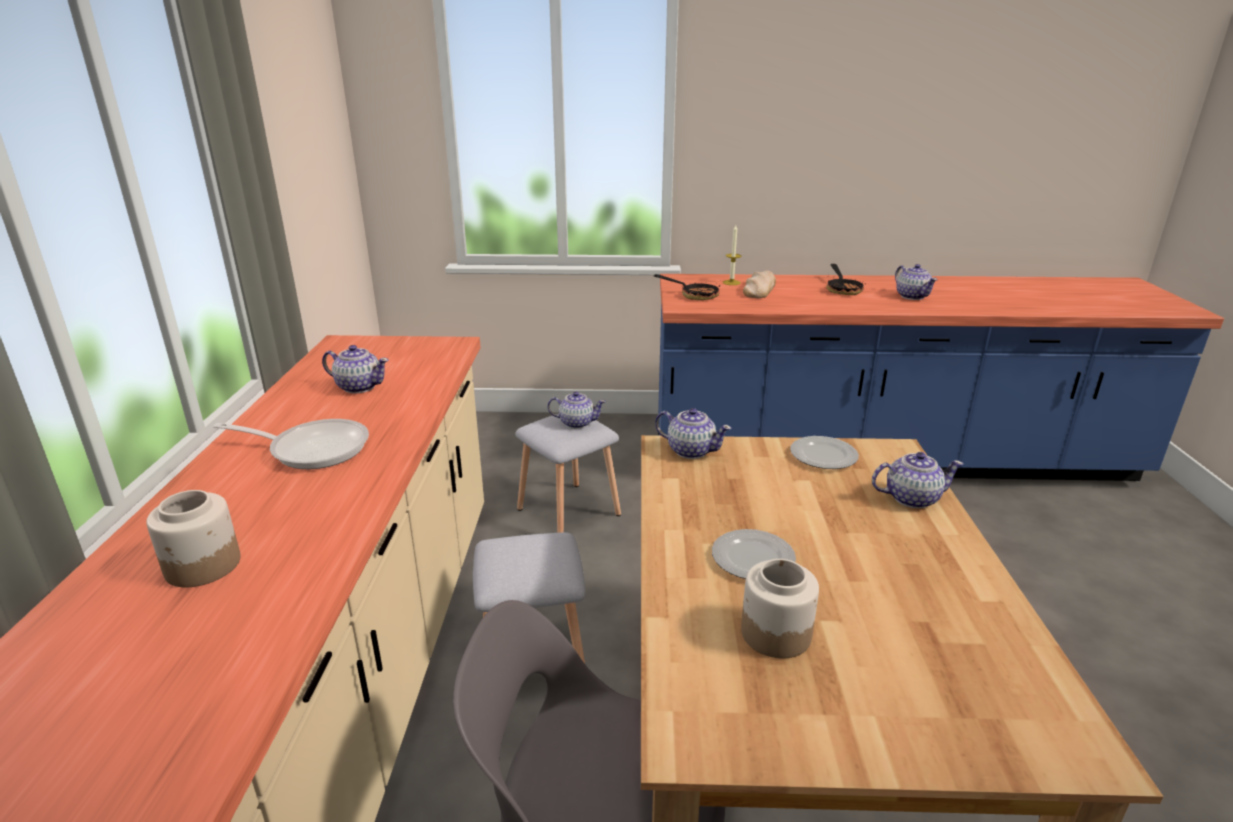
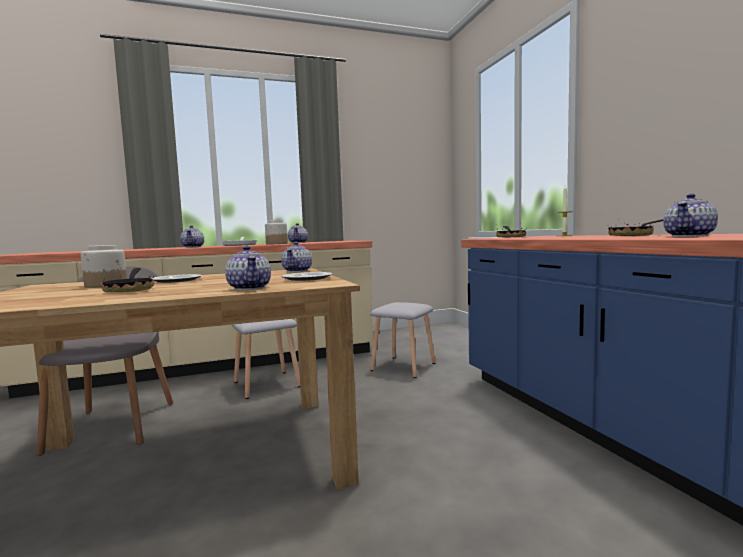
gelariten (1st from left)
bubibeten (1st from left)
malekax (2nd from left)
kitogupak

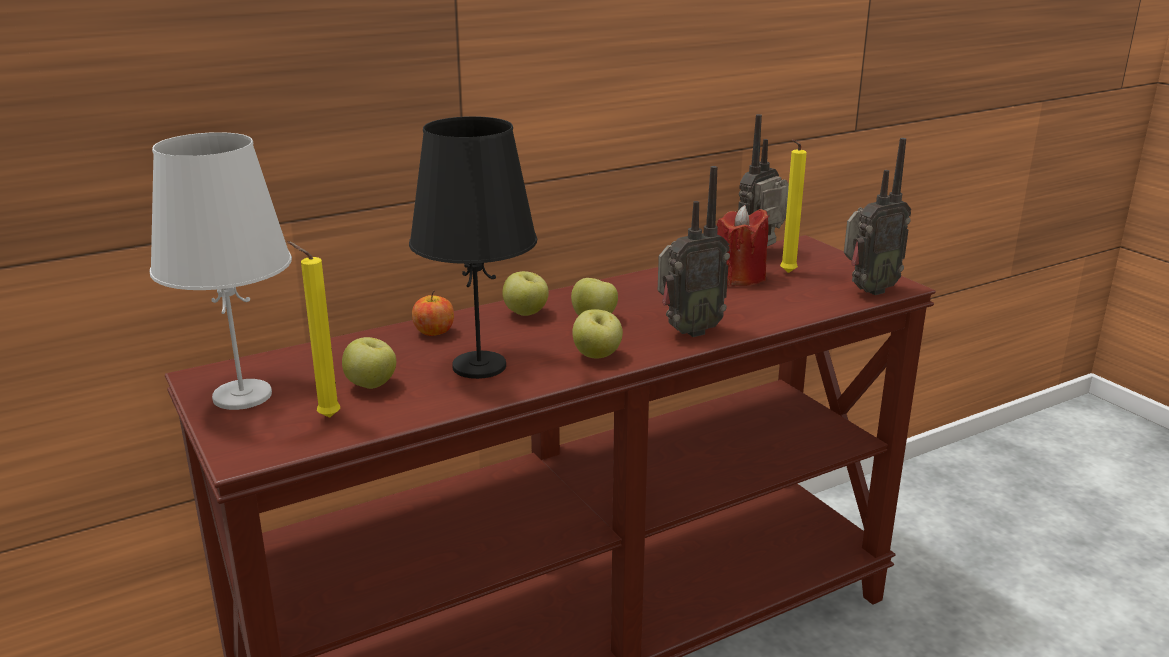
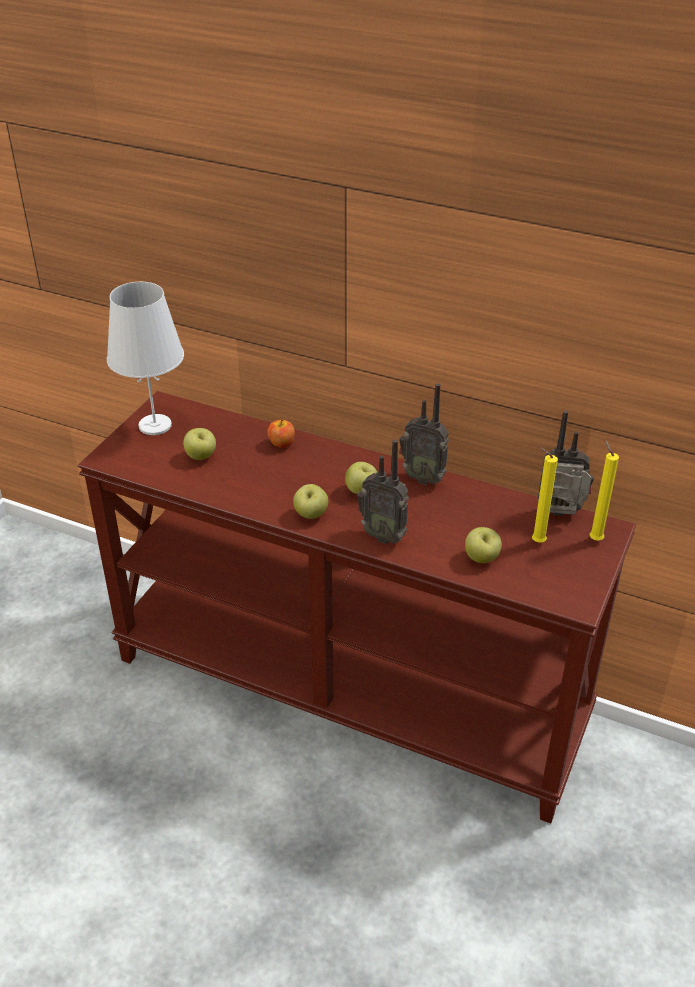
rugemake (2nd from left)
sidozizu (5th from left)
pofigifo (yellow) (2nd from left)
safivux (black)
pofigifo (red)

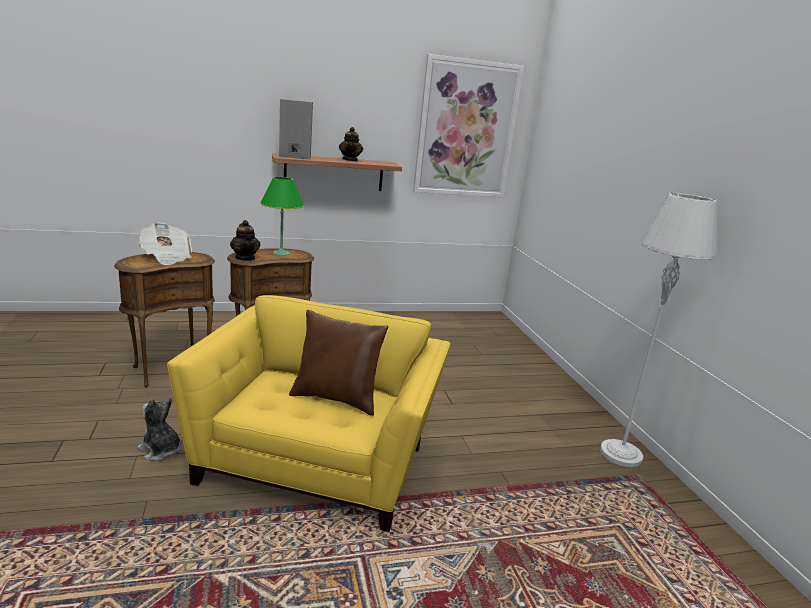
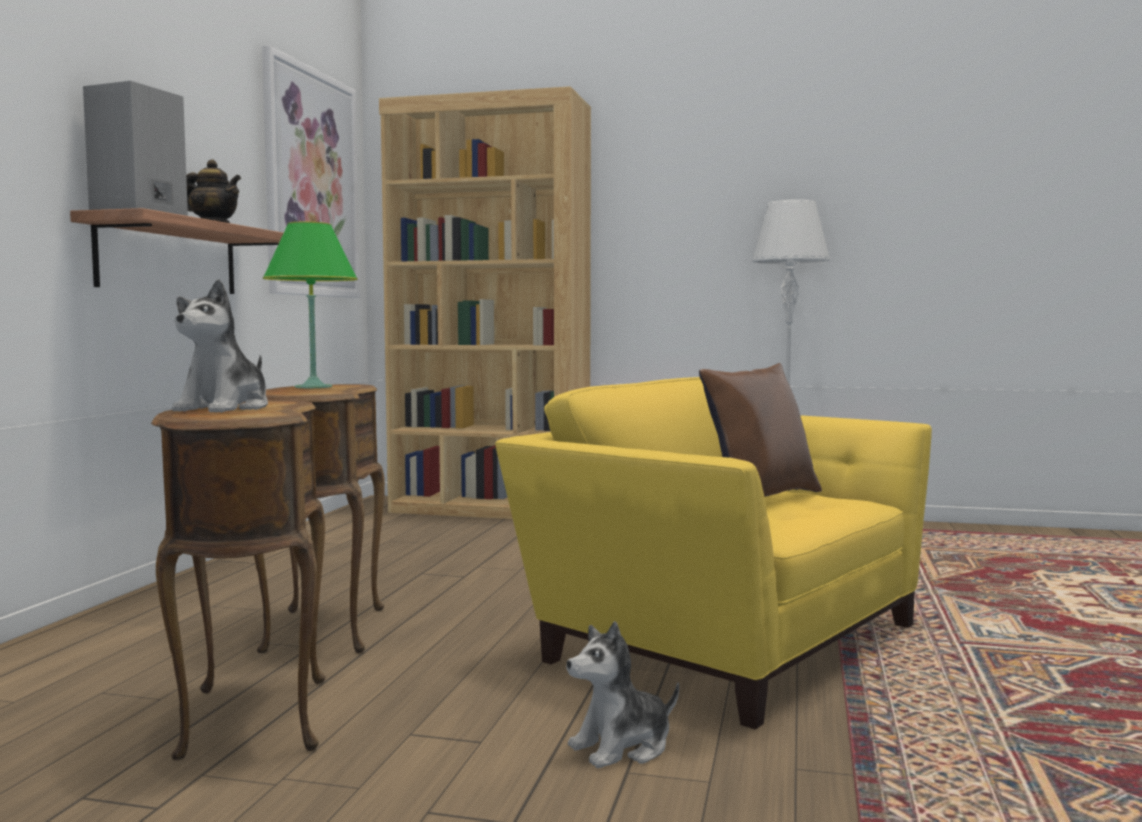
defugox (1st from left)
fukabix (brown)
bubibeten (1st from left in the first image)

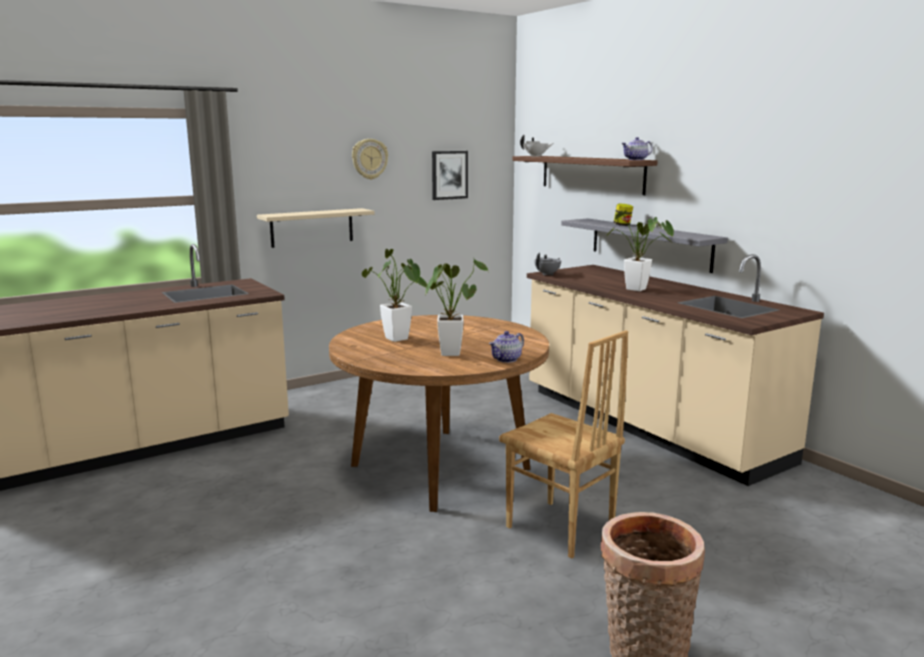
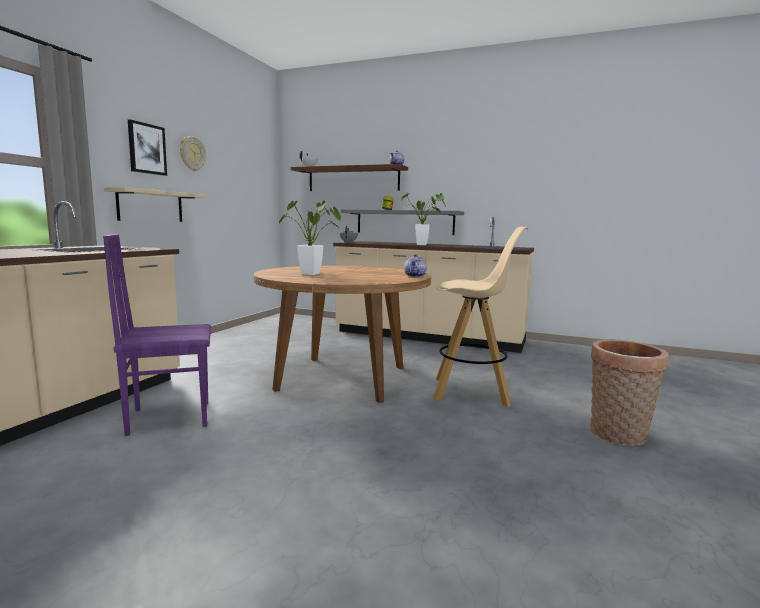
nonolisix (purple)
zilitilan
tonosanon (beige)
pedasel (2nd from left in the first image)

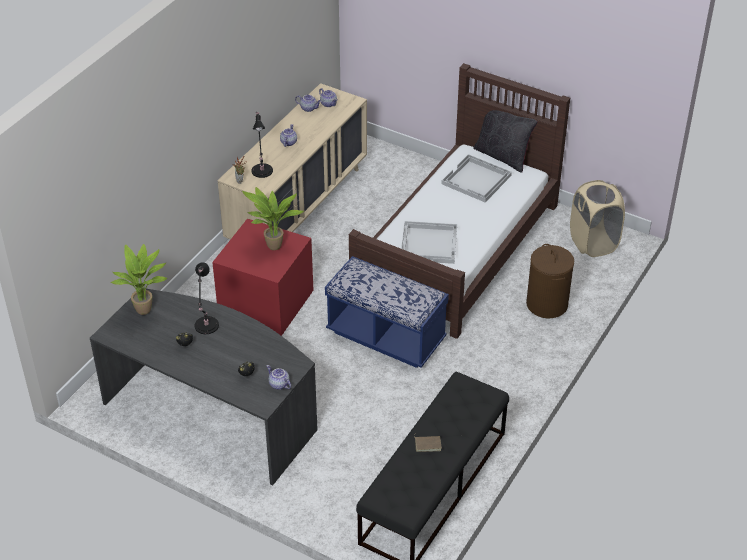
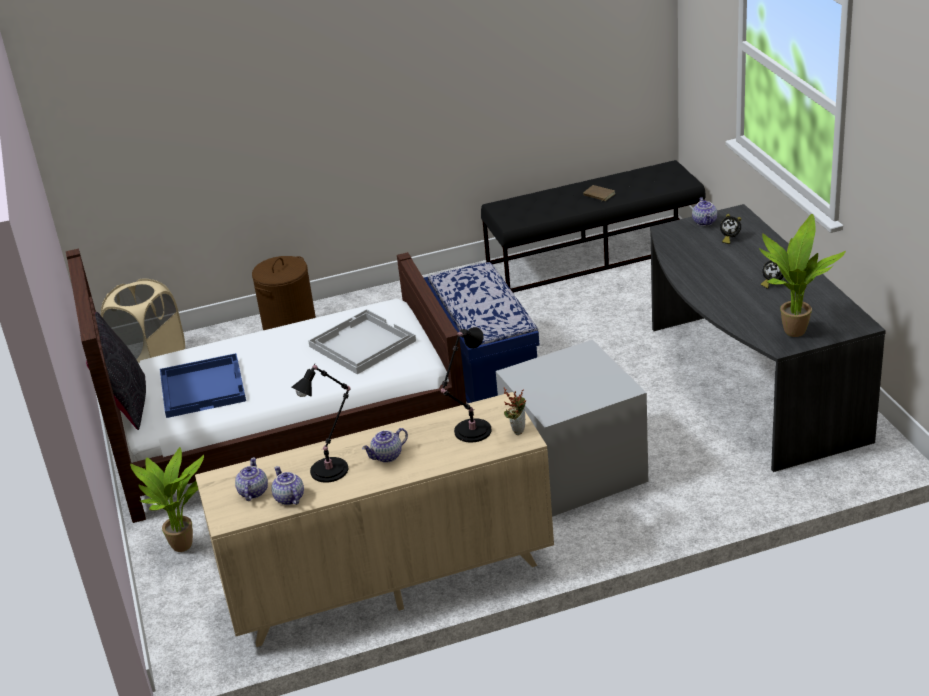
pedasel (1st from left)
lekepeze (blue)
safivux (black) (1st from left)
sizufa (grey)

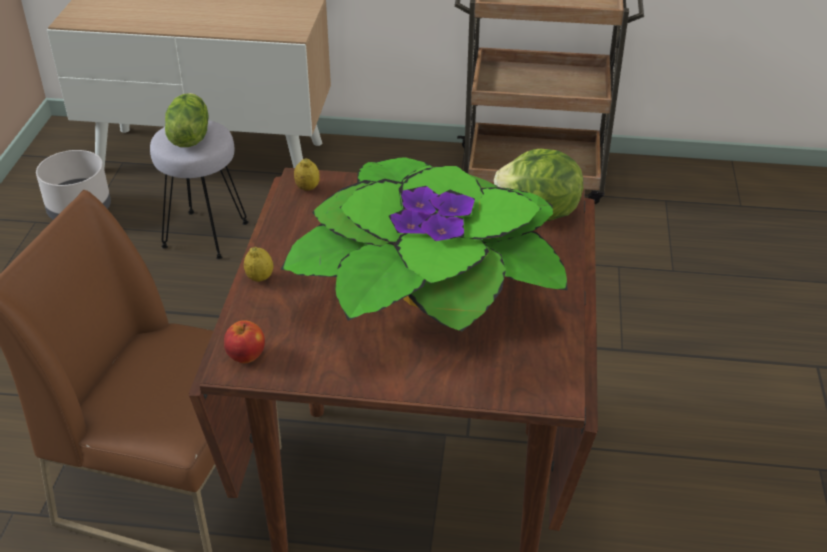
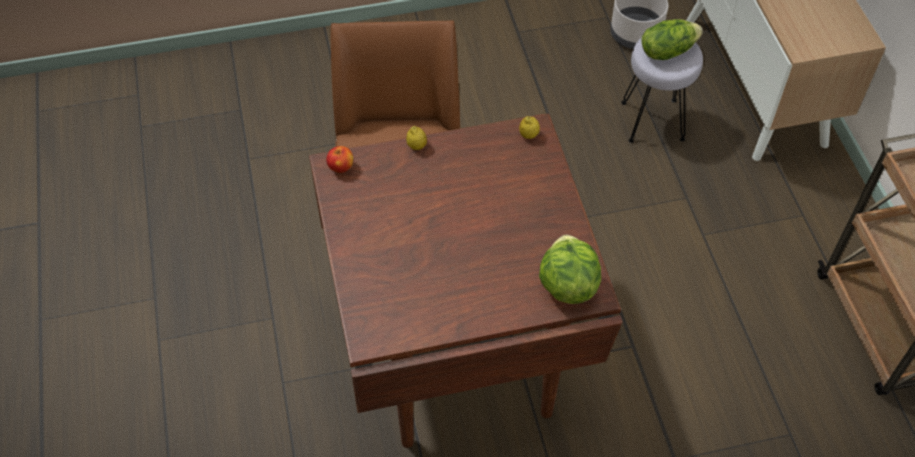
pedasel

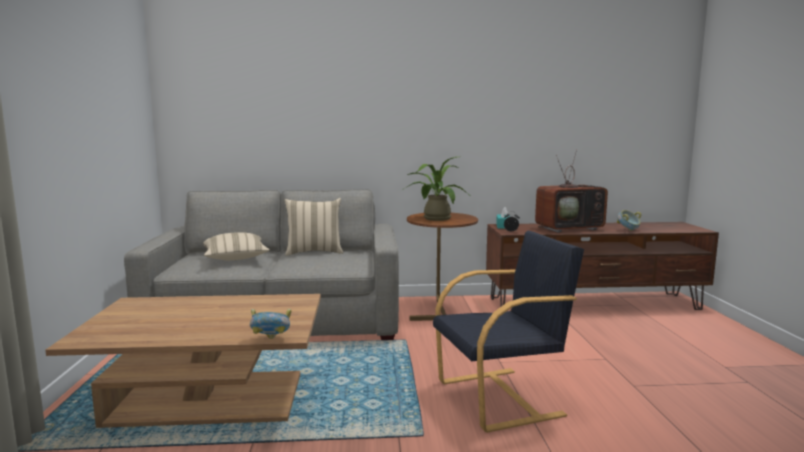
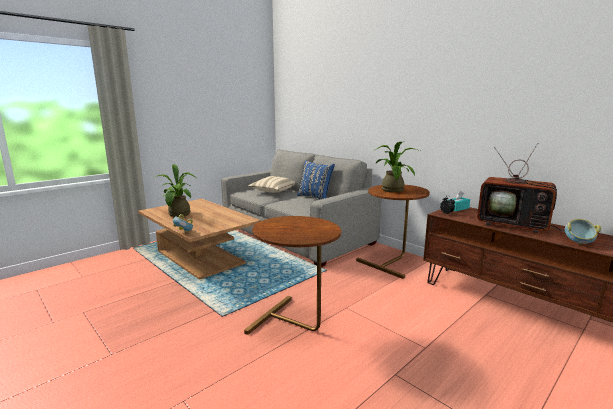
pedasel (1st from left)
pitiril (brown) (1st from left)
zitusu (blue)

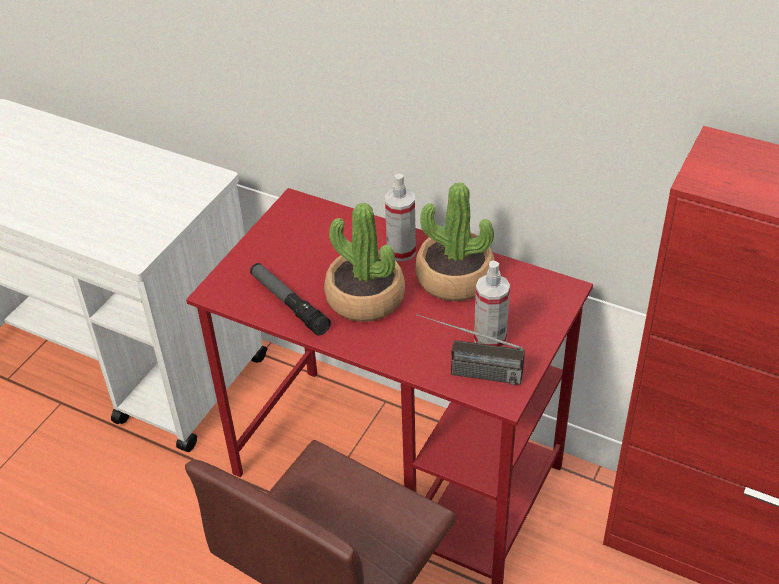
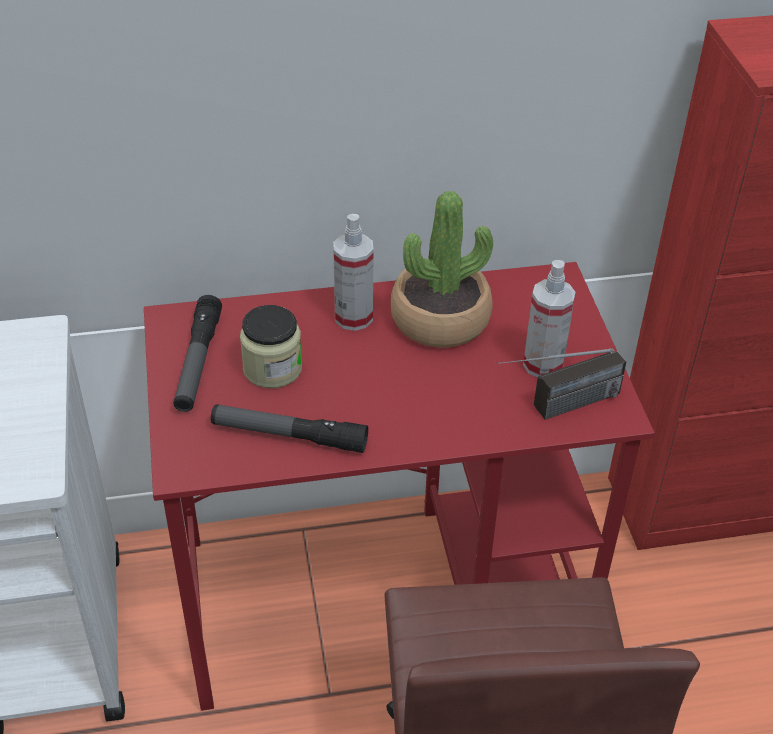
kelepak (1st from left)
malekax
pedasel (1st from left in the first image)

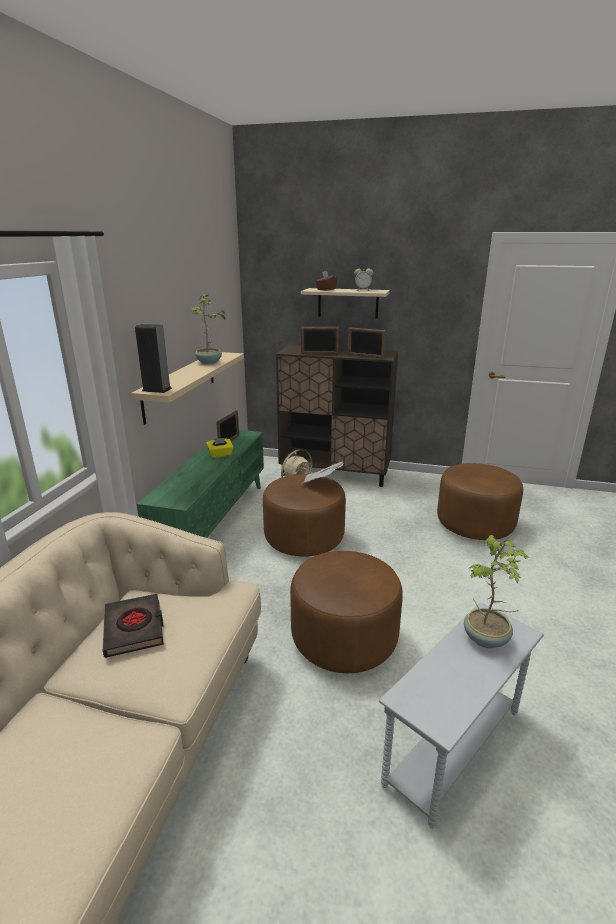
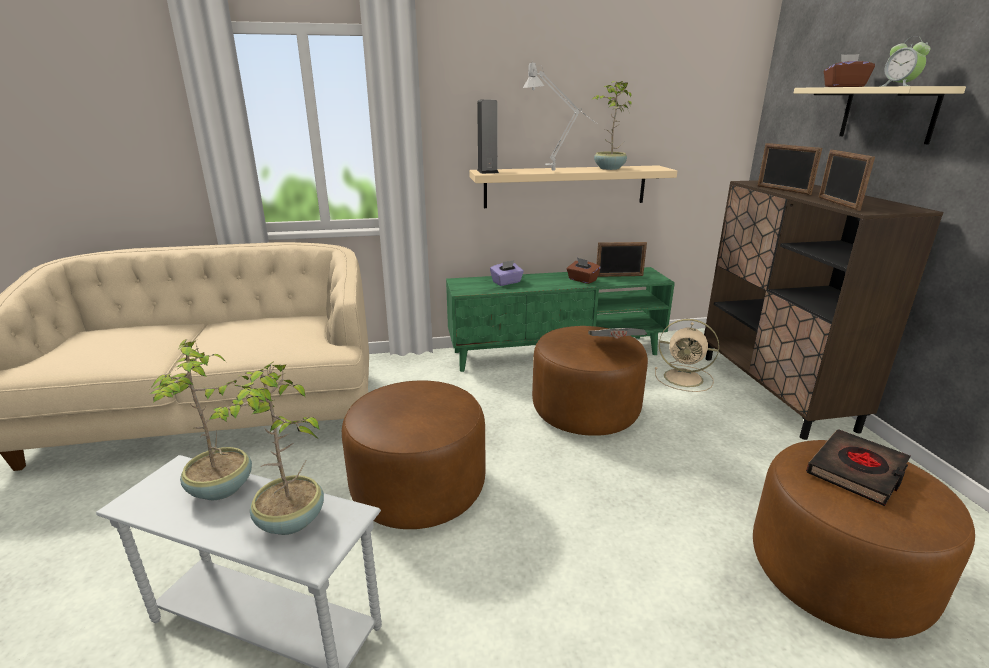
pedasel (1st from left)
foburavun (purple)
safivux (grey)
foburavun (brown) (1st from left)
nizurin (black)

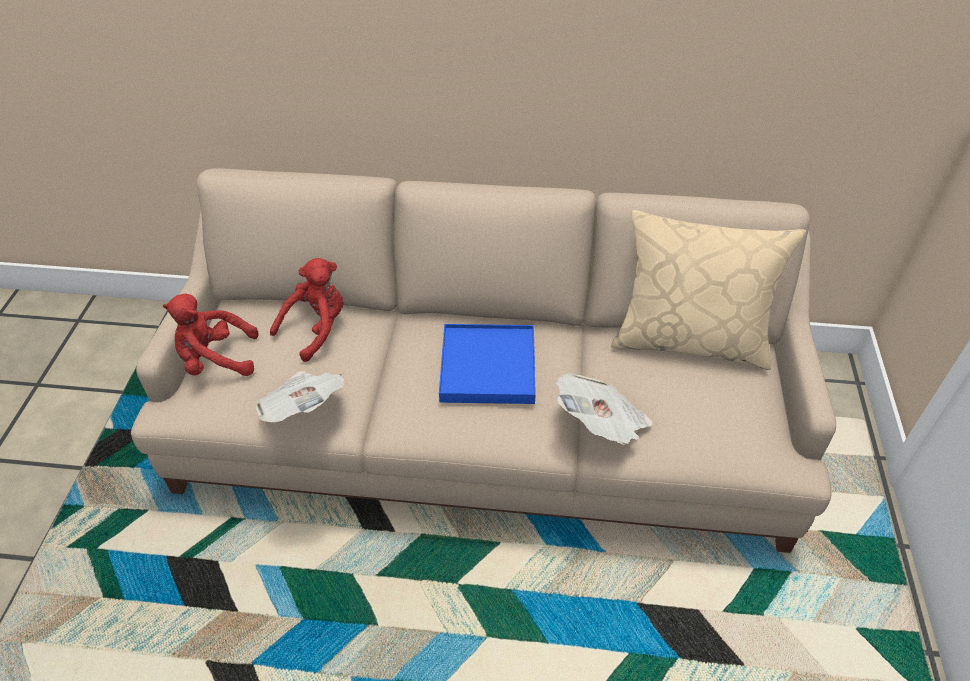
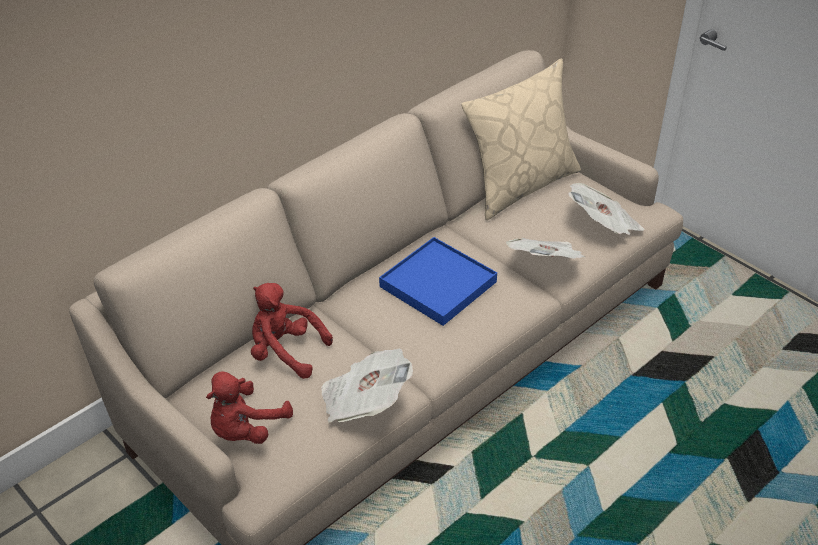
defugox (red) (2nd from left)
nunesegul (3rd from left)

